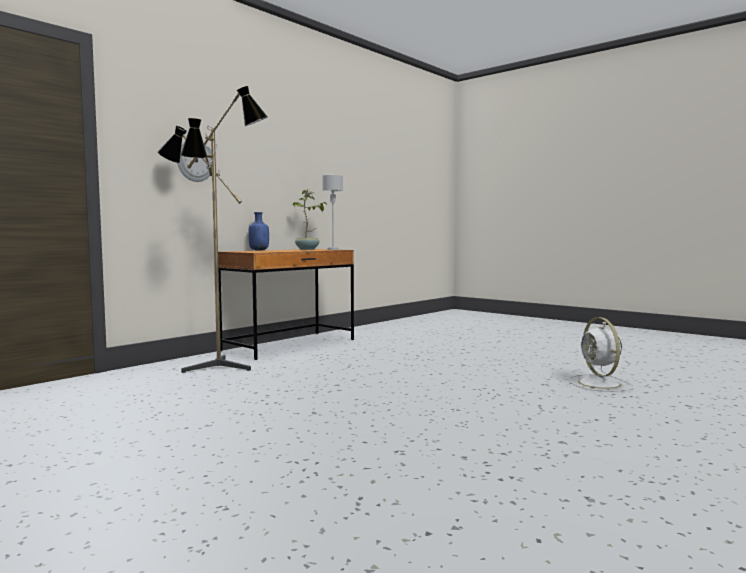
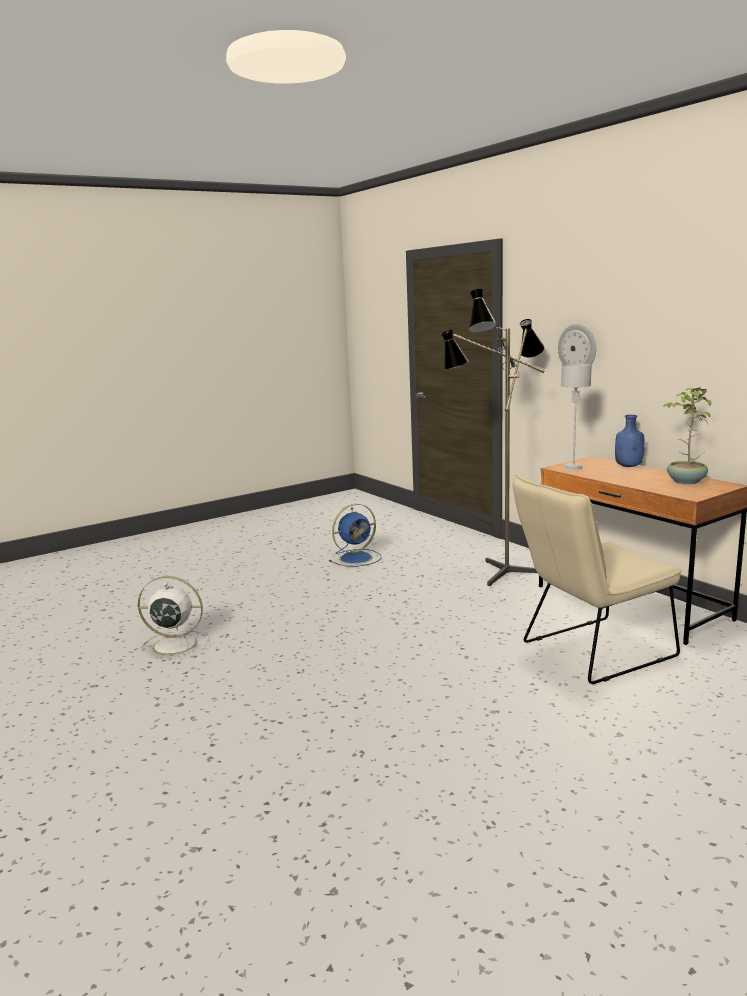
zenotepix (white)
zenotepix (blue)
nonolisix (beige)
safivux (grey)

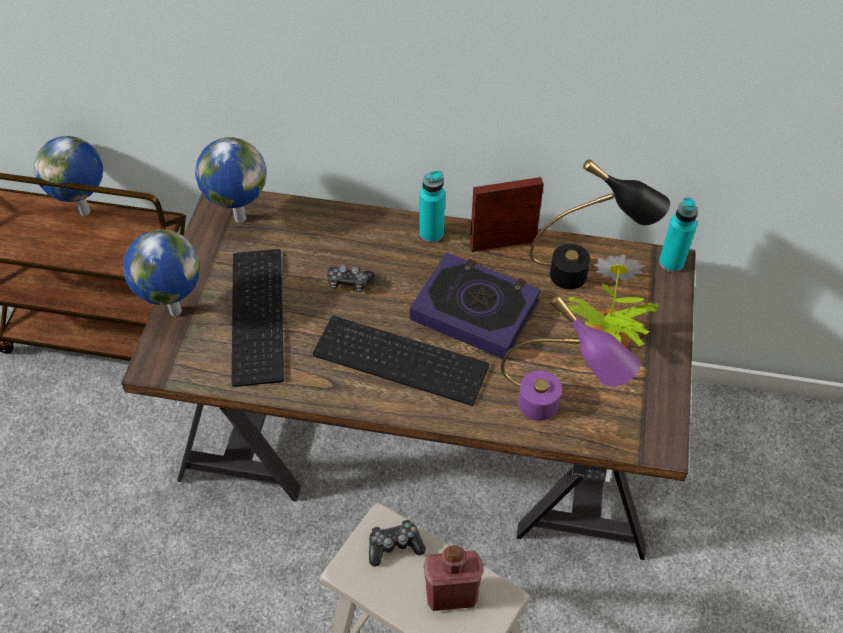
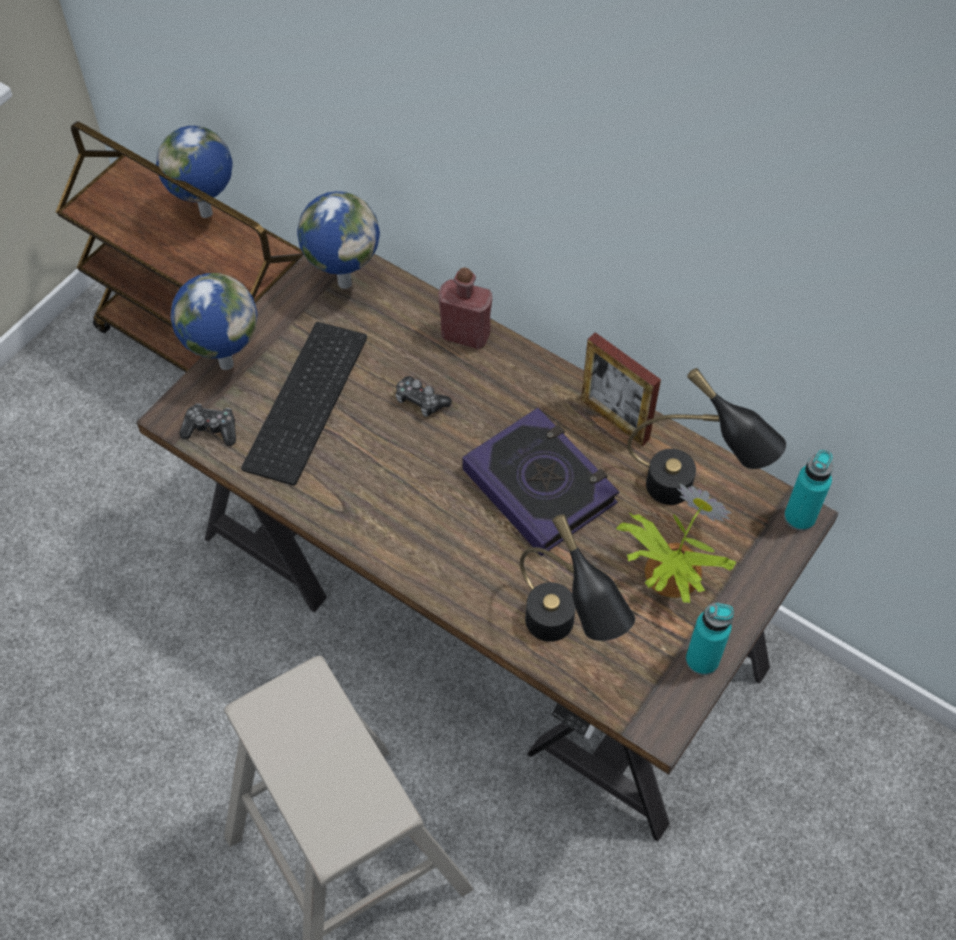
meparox (1st from left)
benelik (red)
safivux (black) (1st from left)
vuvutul
benelik (turquoise) (1st from left)
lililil (2nd from left in the first image)

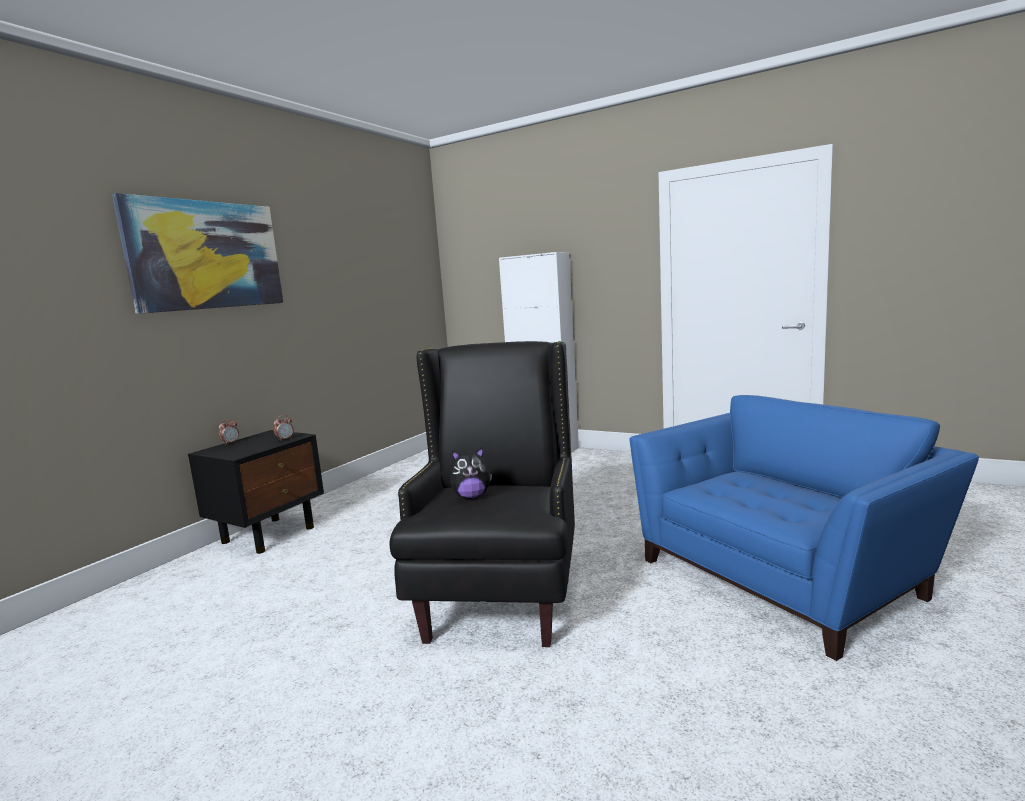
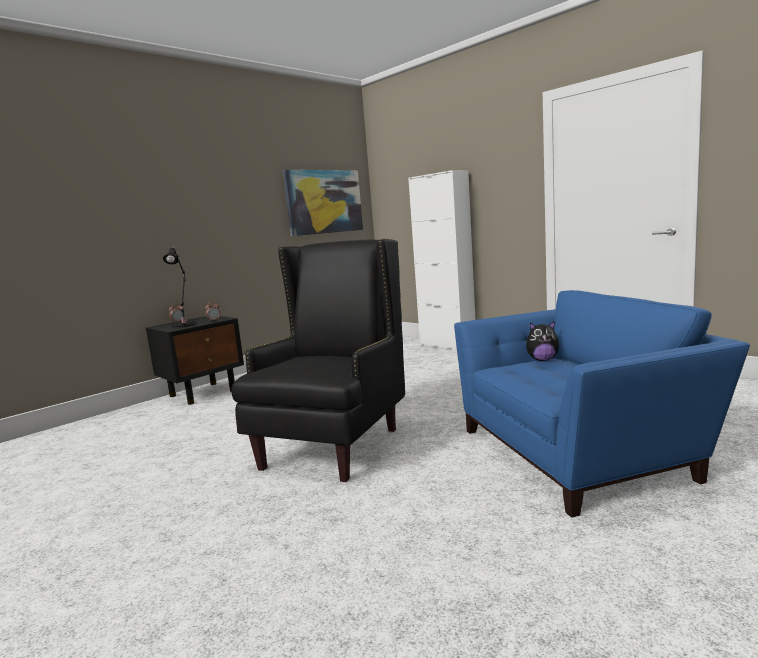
safivux (black)
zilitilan
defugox

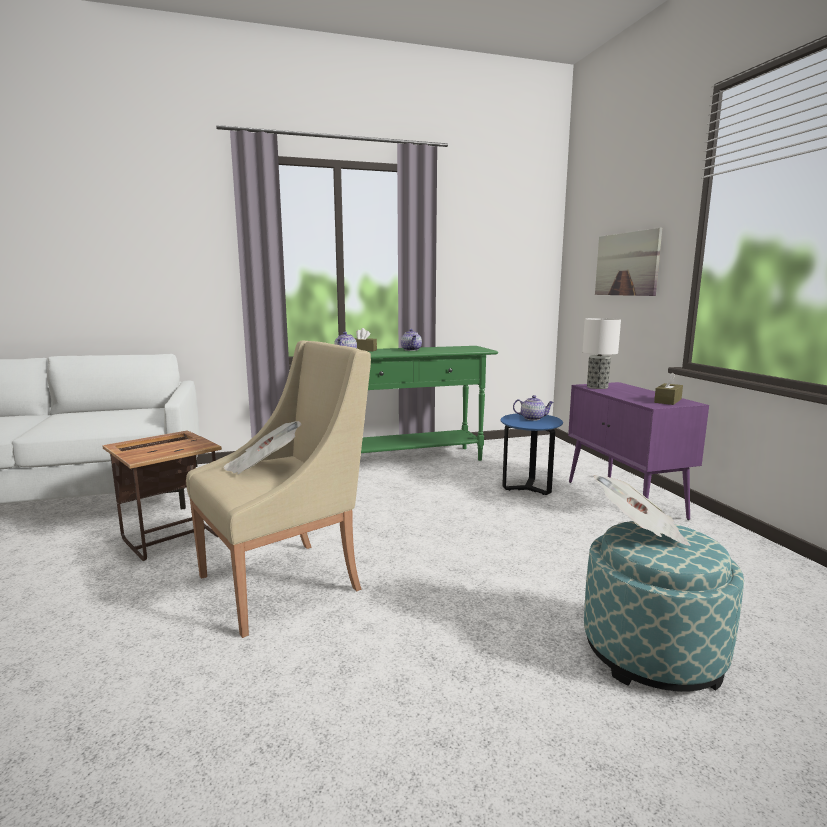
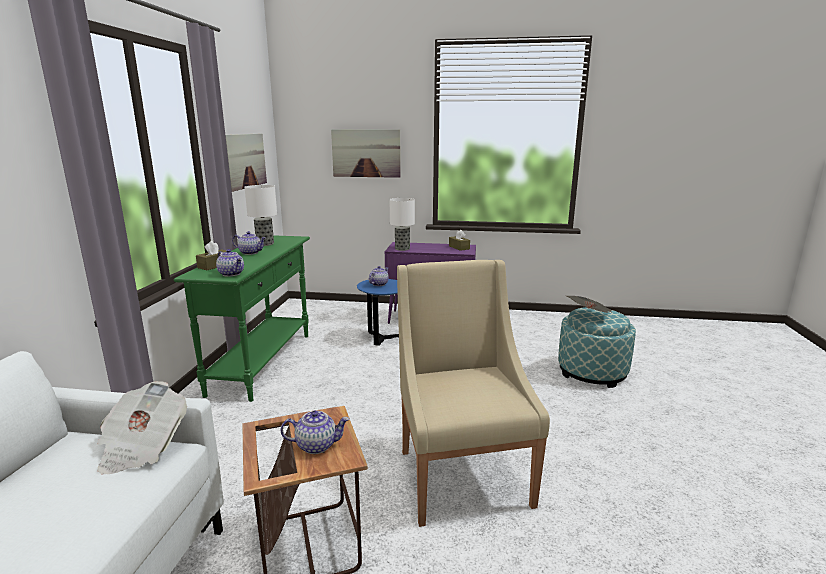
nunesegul (1st from left)
zilitilan (1st from left)
safivux (1st from left)
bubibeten (3rd from left)

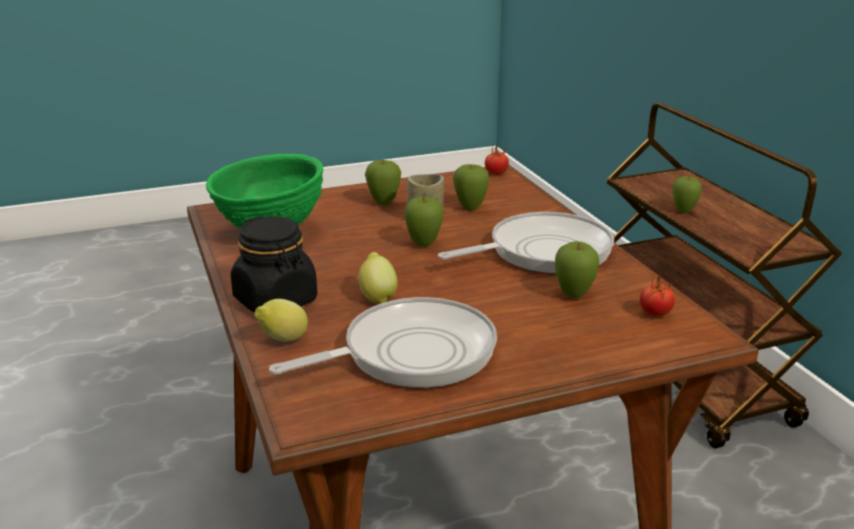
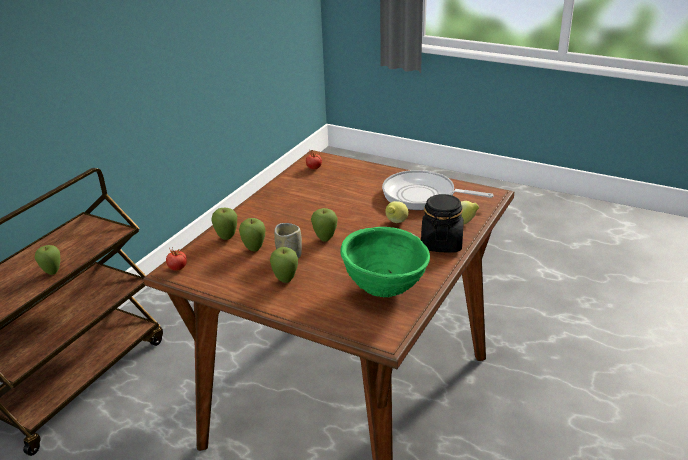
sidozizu (2nd from left)
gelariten (2nd from left in the first image)

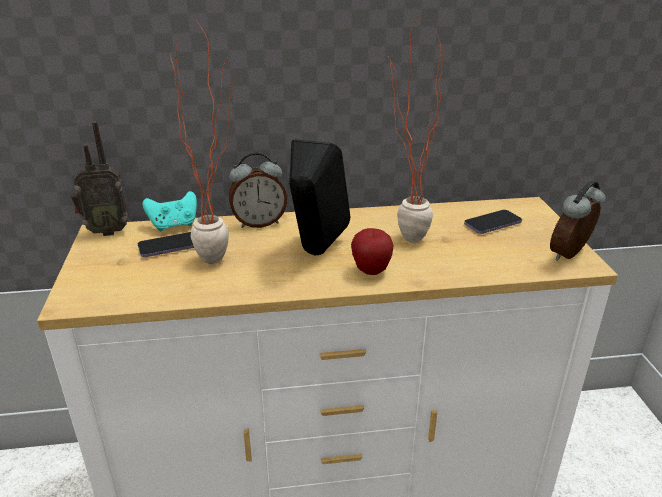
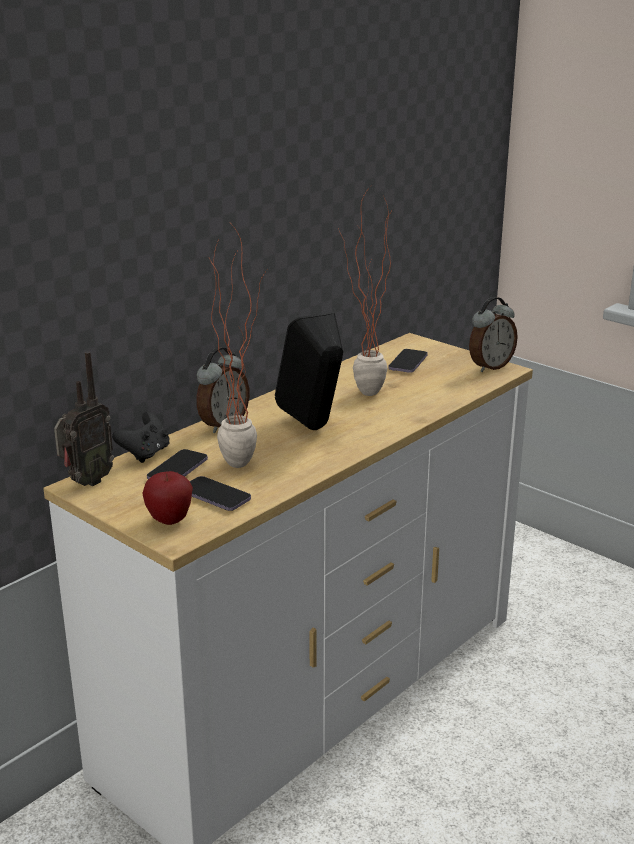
meparox (black)
sidozizu
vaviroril (2nd from left)
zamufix (2nd from left)

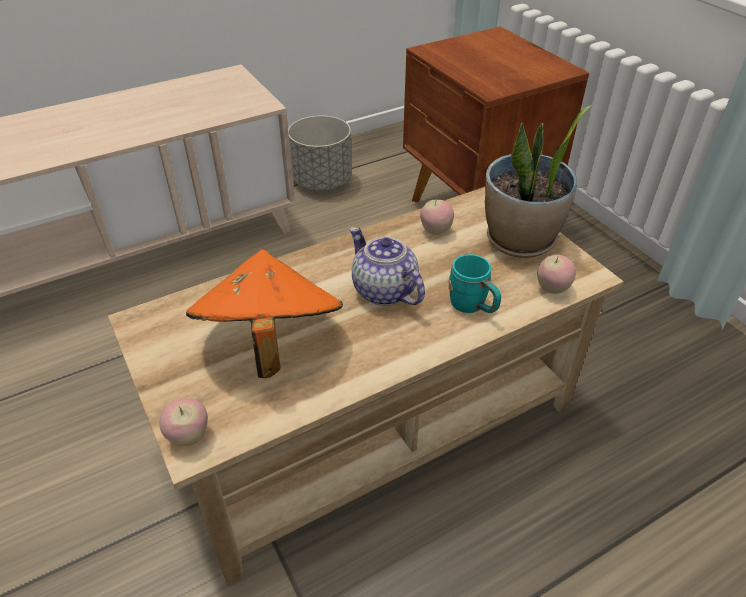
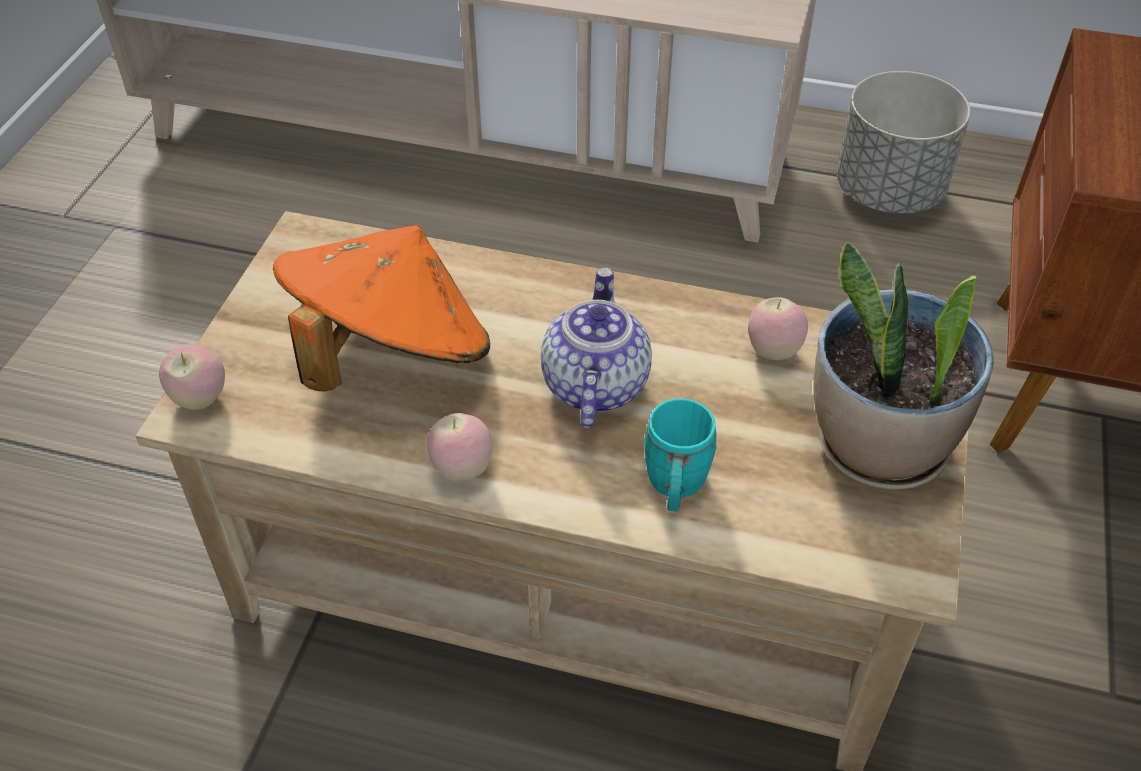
sidozizu (2nd from left)

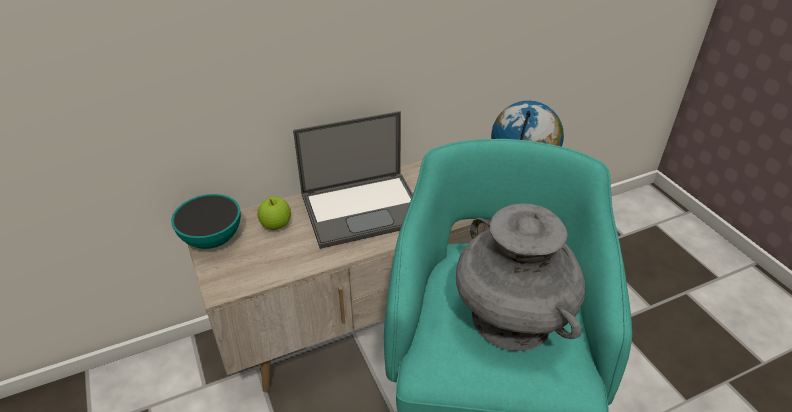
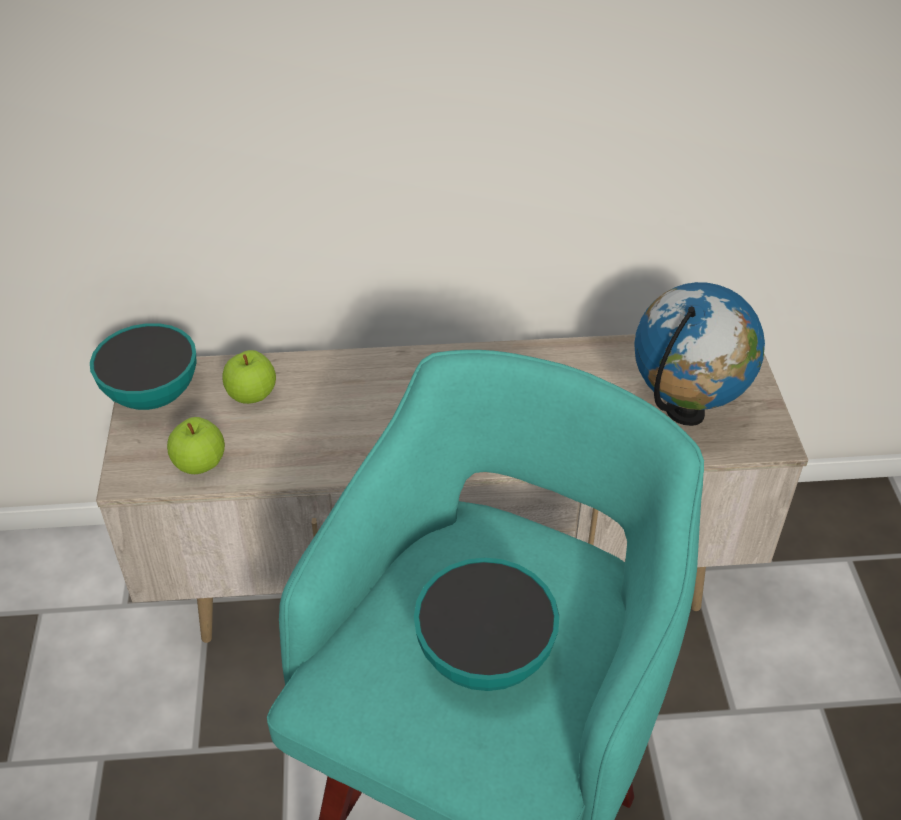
sidozizu (1st from left)
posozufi (2nd from left)
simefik

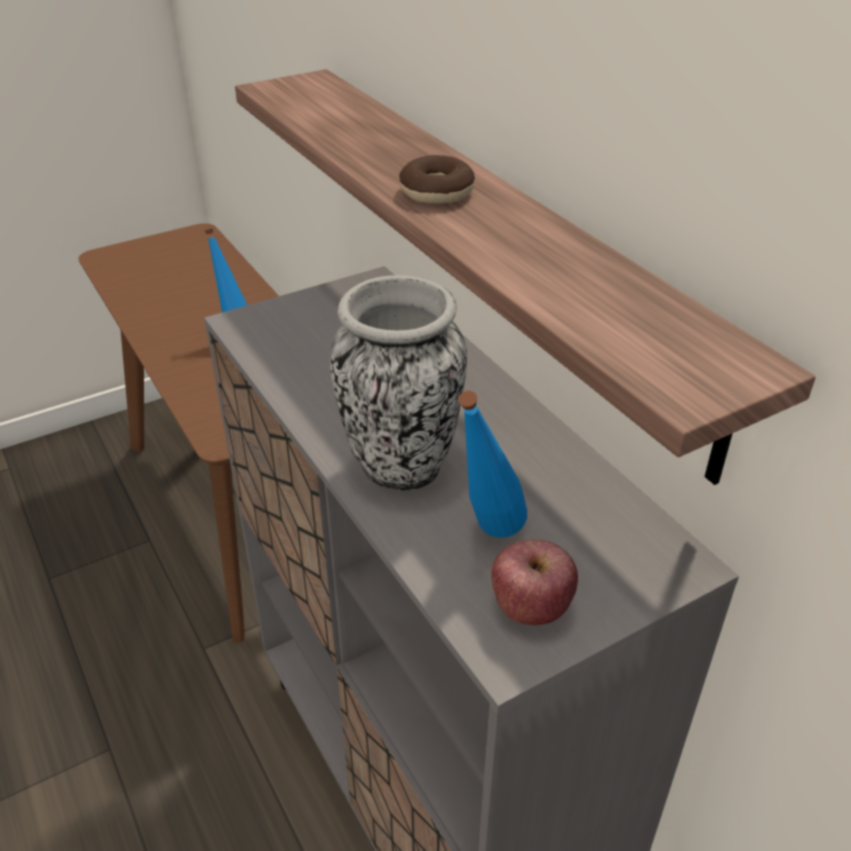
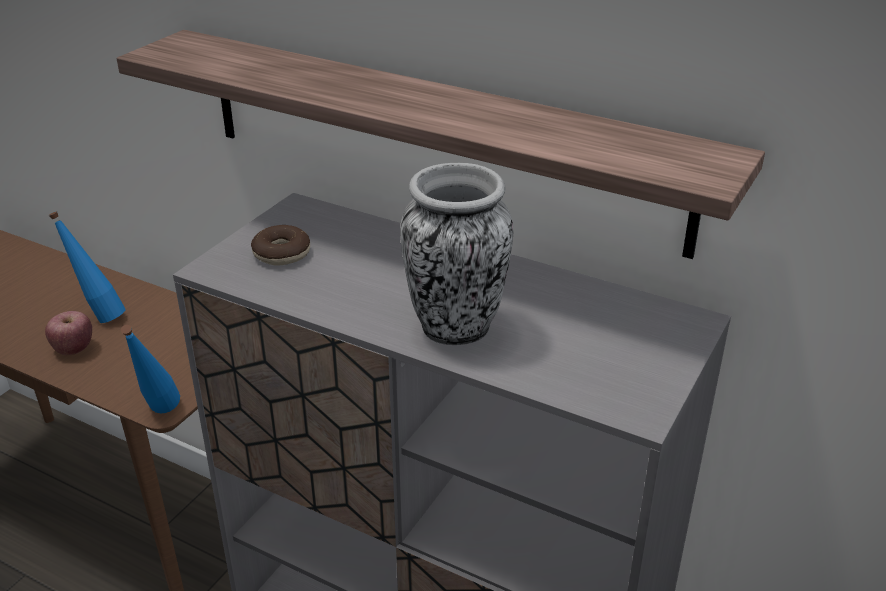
sidozizu
benelik (blue) (2nd from left)
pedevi

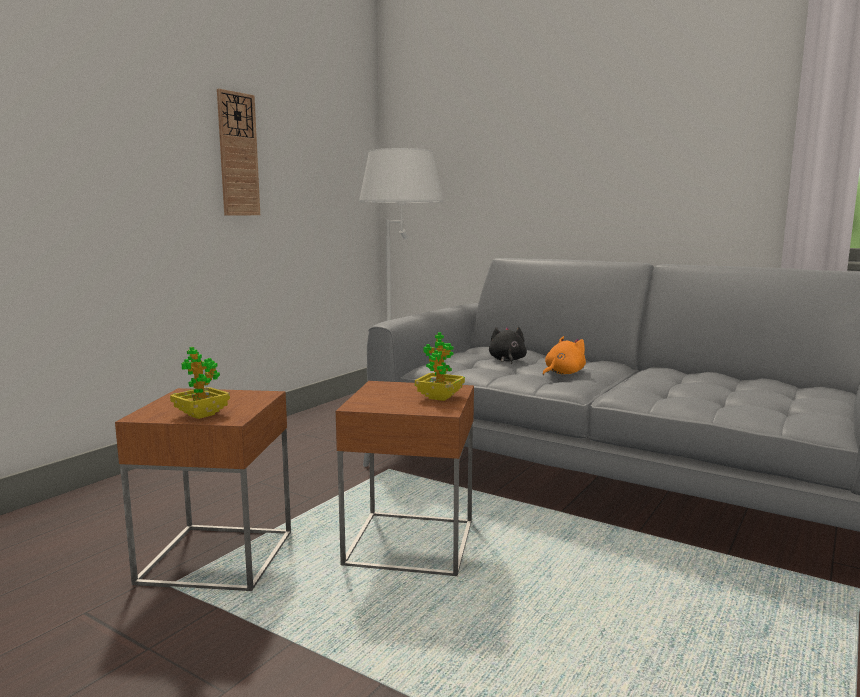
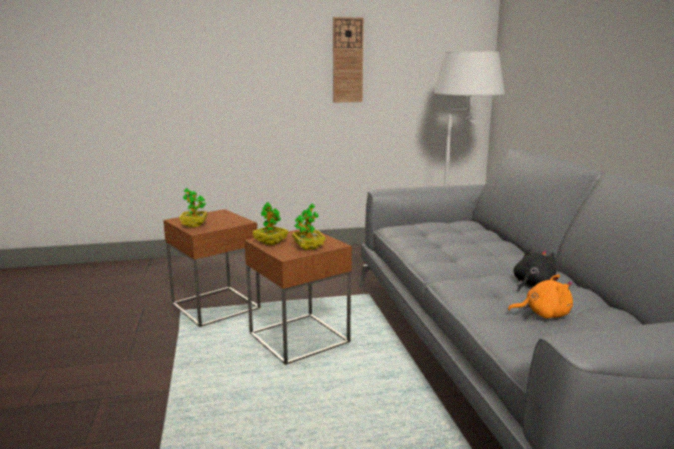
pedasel (2nd from left)
defugox (orange)
defugox (black)

